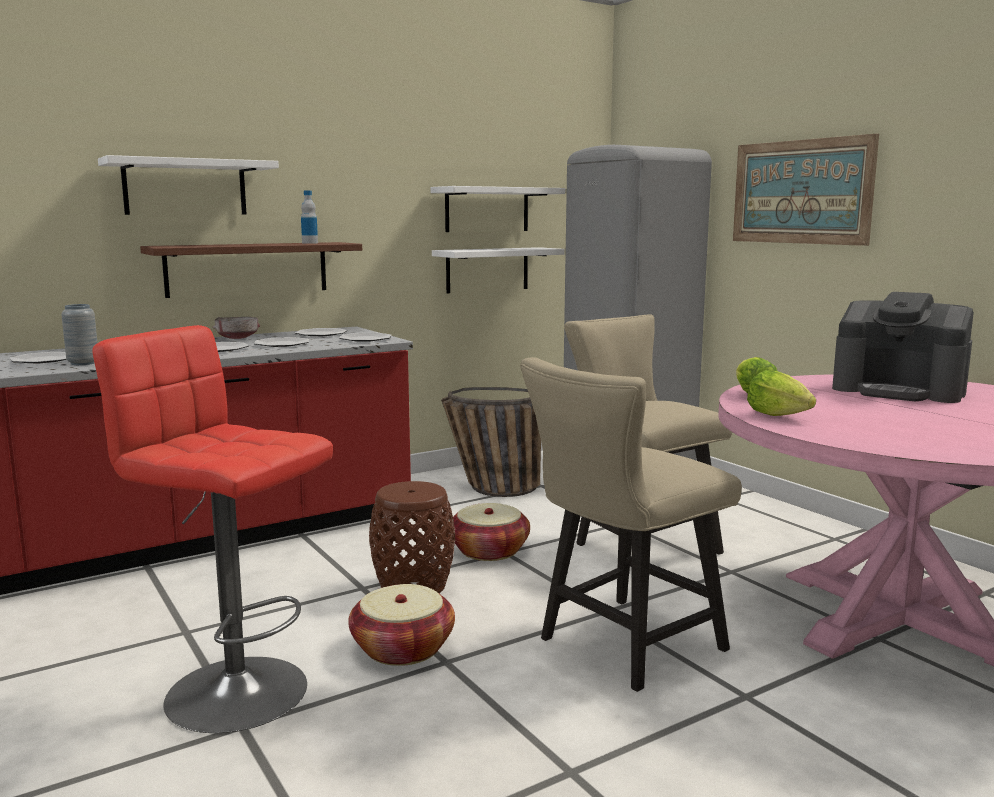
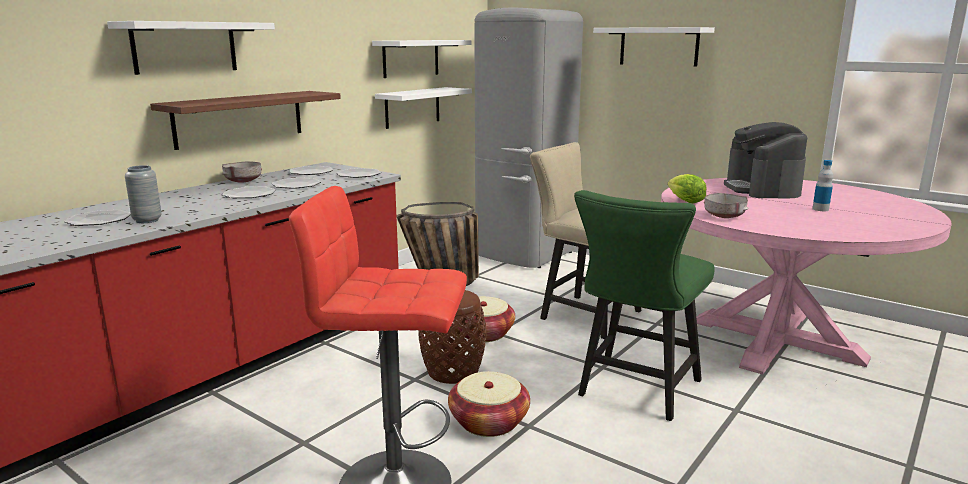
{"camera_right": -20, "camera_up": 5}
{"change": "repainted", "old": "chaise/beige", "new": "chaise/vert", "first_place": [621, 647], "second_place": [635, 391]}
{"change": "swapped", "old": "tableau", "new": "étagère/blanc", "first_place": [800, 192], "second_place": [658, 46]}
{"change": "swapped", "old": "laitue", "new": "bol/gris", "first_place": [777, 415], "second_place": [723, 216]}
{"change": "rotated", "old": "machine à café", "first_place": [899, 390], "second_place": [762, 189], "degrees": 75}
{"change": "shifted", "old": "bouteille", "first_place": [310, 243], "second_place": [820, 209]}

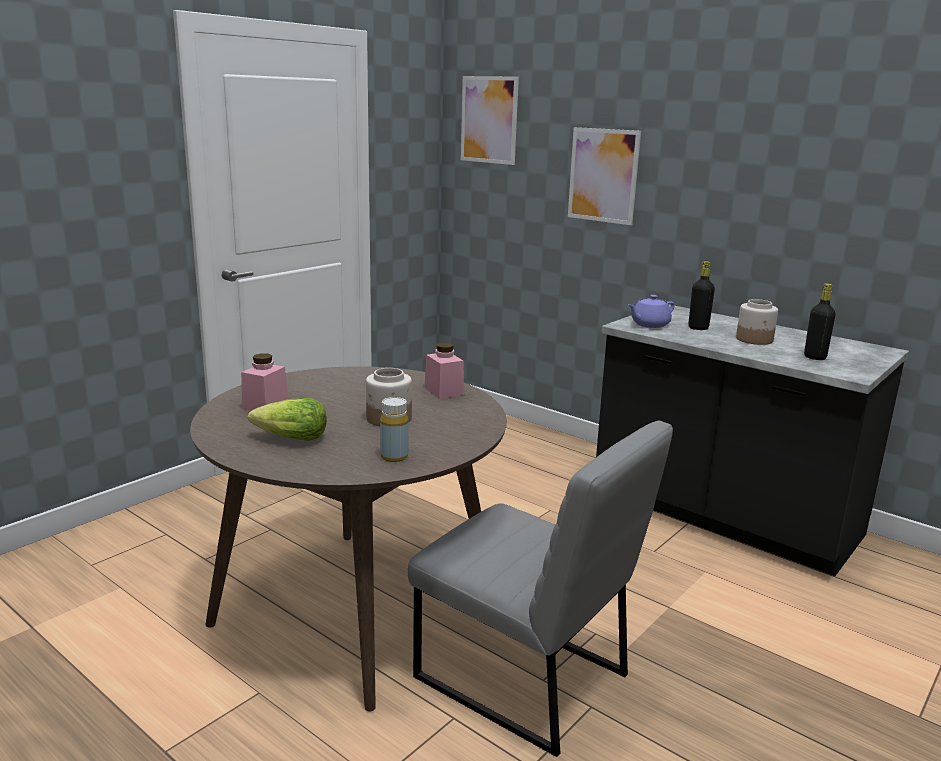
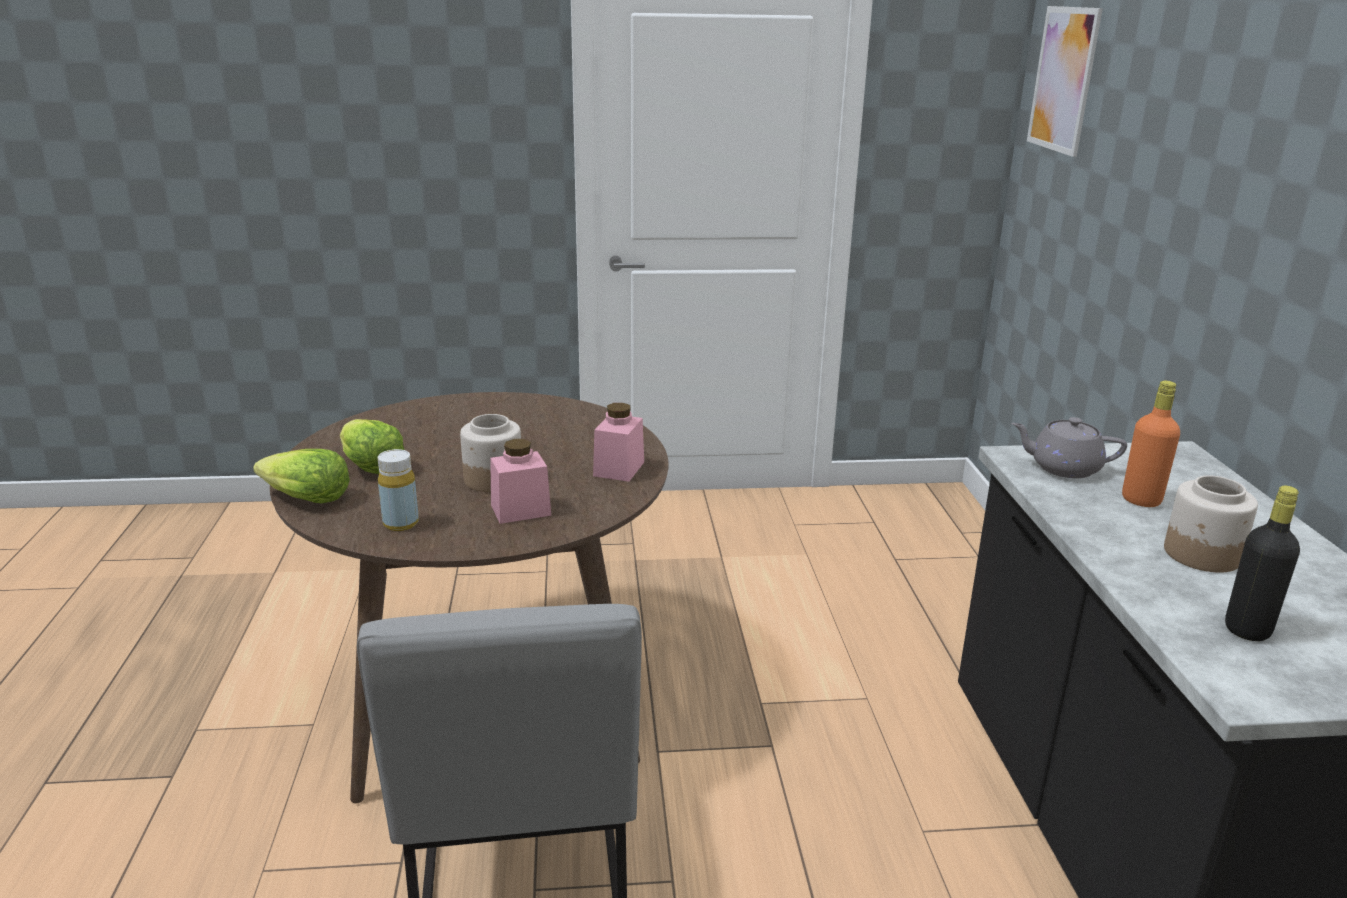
{"camera_right": 45, "camera_up": 5}
{"change": "new", "new": "laitue", "second_place": [306, 499]}
{"change": "shifted", "old": "bocal/rose", "first_place": [265, 405], "second_place": [521, 510]}
{"change": "repainted", "old": "théière/violet", "new": "théière/gris", "first_place": [649, 325], "second_place": [1063, 468]}
{"change": "repainted", "old": "bouteille/noir", "new": "bouteille/orange", "first_place": [698, 328], "second_place": [1141, 500]}
{"change": "gone", "old": "tableau", "first_place": [603, 175]}

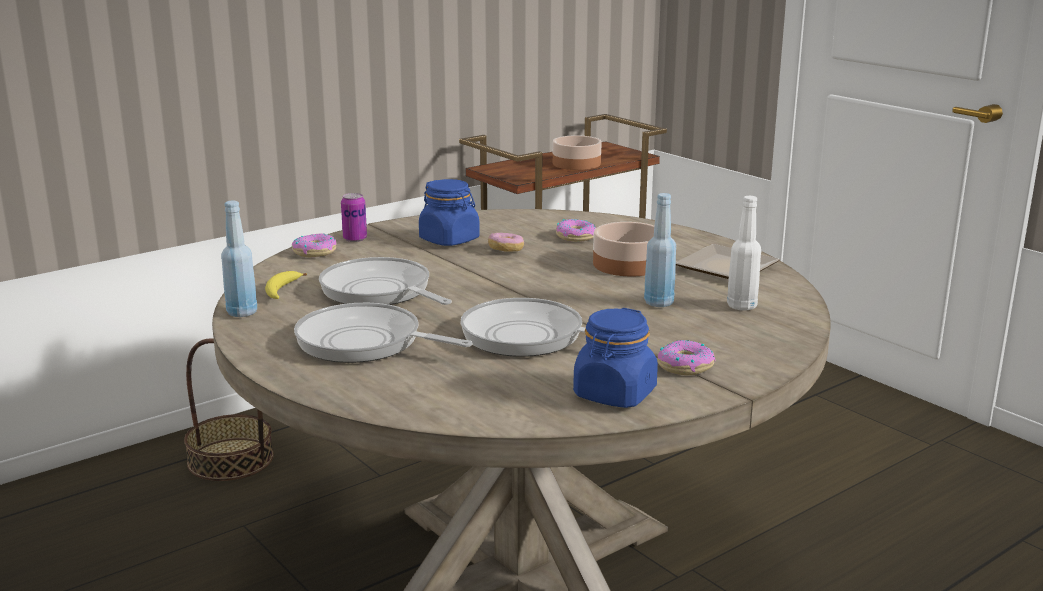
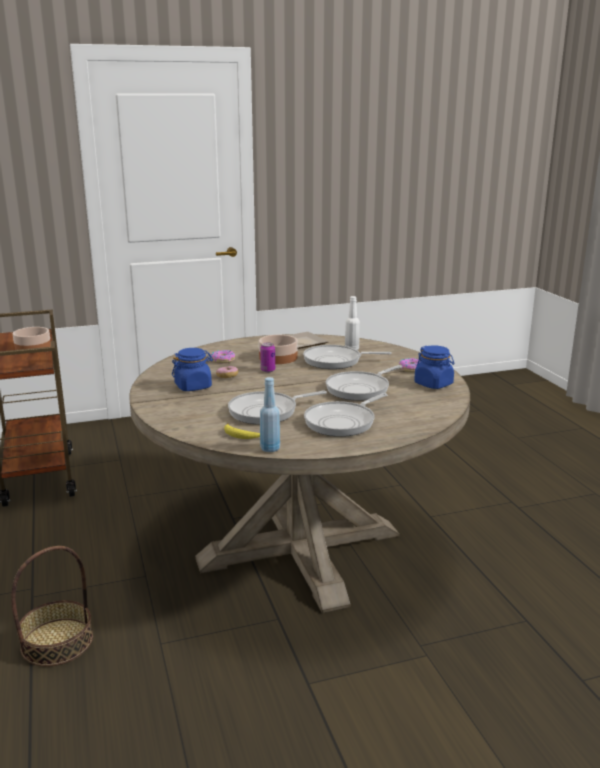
{"camera_right": -70, "camera_up": 0}
{"change": "shifted", "old": "boîte métallique", "first_place": [355, 239], "second_place": [268, 370]}
{"change": "swapped", "old": "bouteille/bleu", "new": "poêle", "first_place": [658, 303], "second_place": [336, 361]}
{"change": "gone", "old": "beignet", "first_place": [315, 252]}

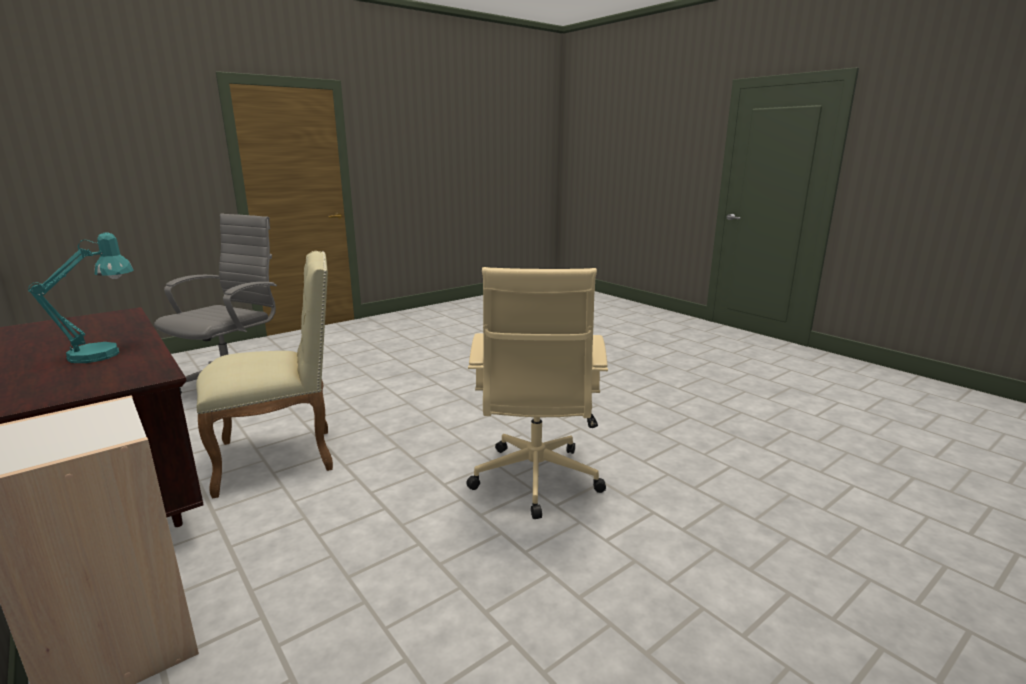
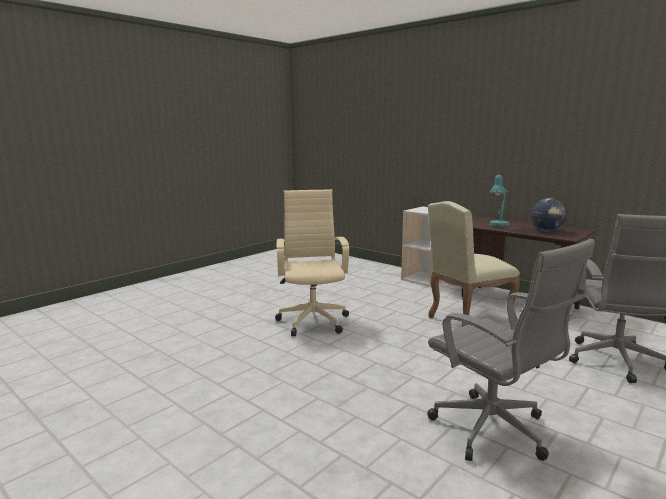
{"camera_right": 170, "camera_up": -5}
{"change": "new", "new": "chaise de bureau/gris", "second_place": [495, 432]}
{"change": "new", "new": "globe", "second_place": [546, 231]}

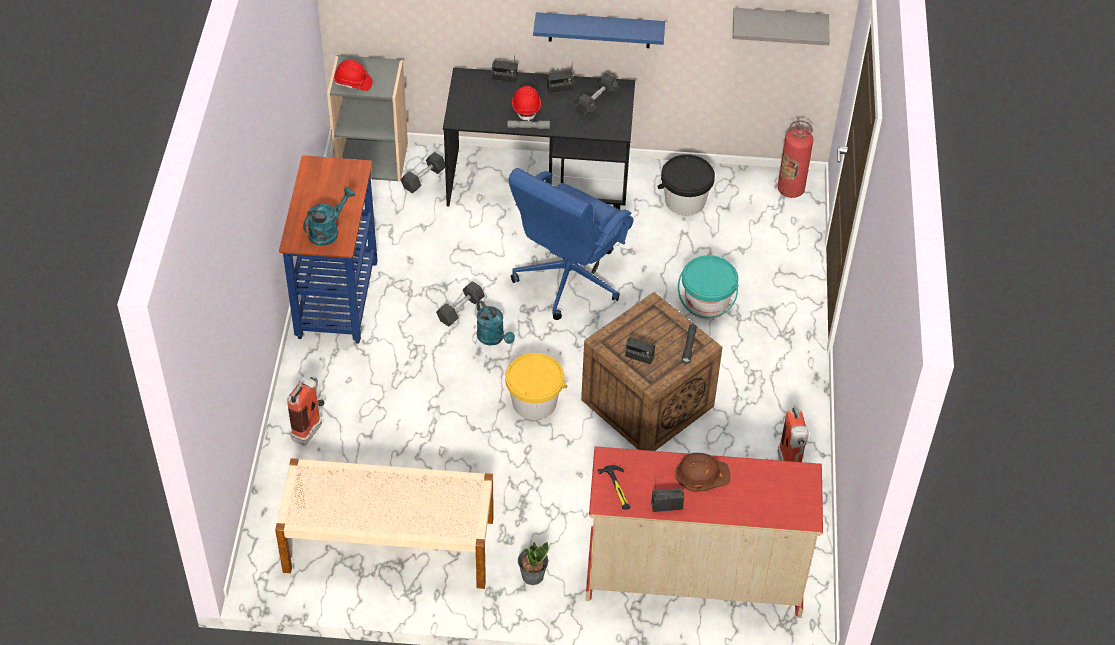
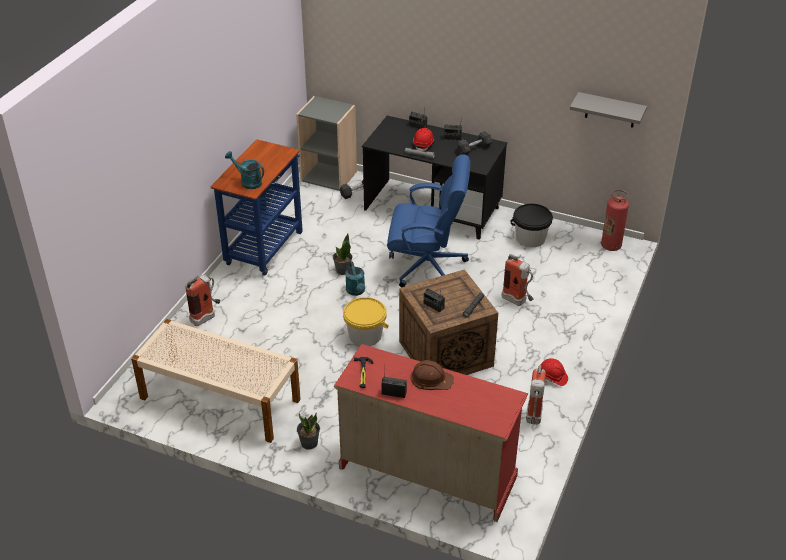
{"camera_right": 20, "camera_up": -10}
{"change": "rotated", "old": "arrosoir/turquoise", "first_place": [327, 231], "second_place": [248, 182], "degrees": -120}
{"change": "swapped", "old": "haltère/gris", "new": "plante en pot", "first_place": [460, 310], "second_place": [343, 270]}
{"change": "rotated", "old": "chaise de bureau/bleu", "first_place": [569, 277], "second_place": [427, 266], "degrees": -135}
{"change": "swapped", "old": "seau/turquoise", "new": "extincteur", "first_place": [706, 303], "second_place": [517, 302]}
{"change": "shifted", "old": "casque de chantier/rouge", "first_place": [353, 83], "second_place": [552, 377]}
{"change": "gone", "old": "étagère/bleu", "first_place": [599, 30]}

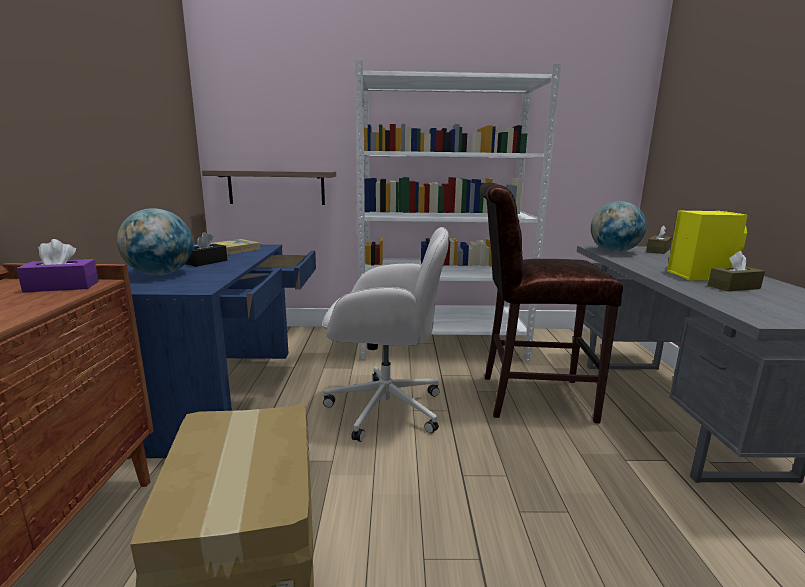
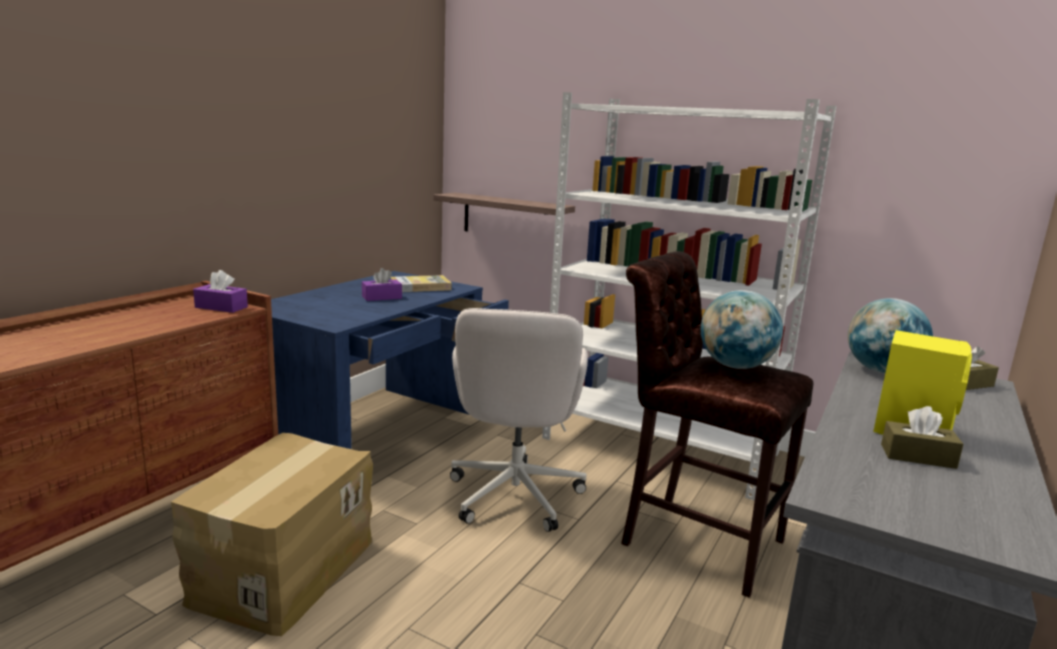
{"camera_right": 30, "camera_up": 0}
{"change": "repainted", "old": "boîte à mouchoirs/noir", "new": "boîte à mouchoirs/violet", "first_place": [206, 262], "second_place": [381, 297]}
{"change": "rotated", "old": "chaise de bureau/blanc", "first_place": [385, 409], "second_place": [514, 495], "degrees": 60}
{"change": "shifted", "old": "globe", "first_place": [160, 274], "second_place": [735, 366]}

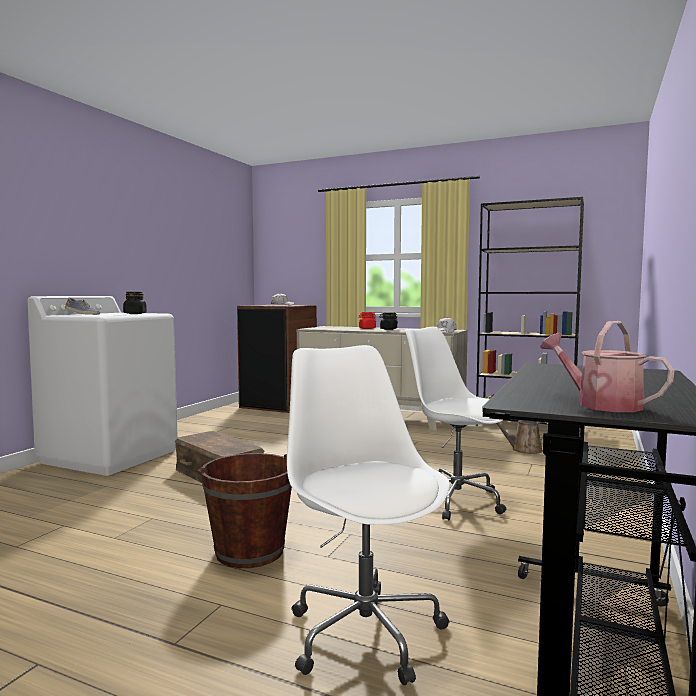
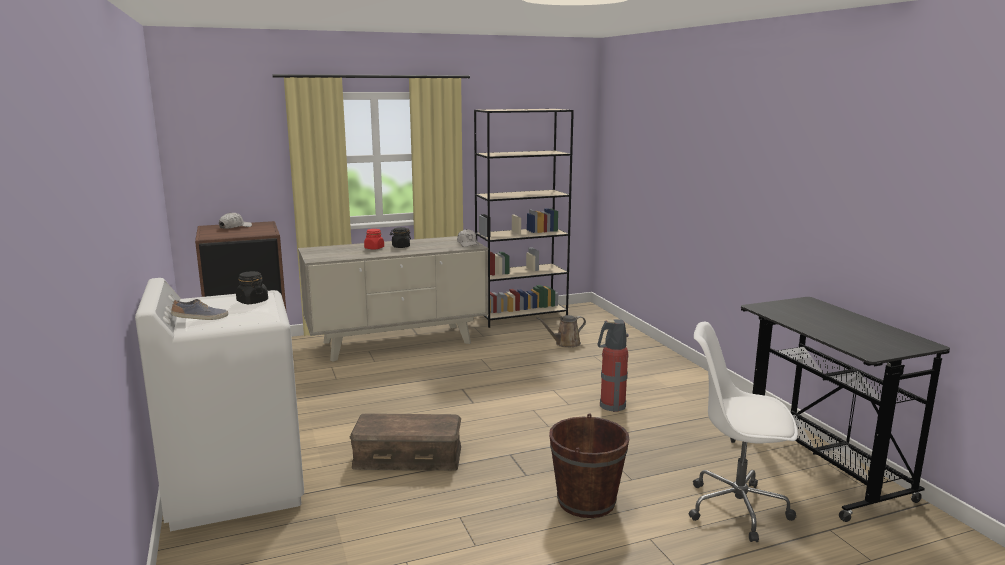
{"camera_right": -45, "camera_up": 10}
{"change": "swapped", "old": "chaise de bureau/blanc", "new": "extincteur", "first_place": [454, 501], "second_place": [611, 406]}
{"change": "gone", "old": "arrosoir", "first_place": [600, 404]}

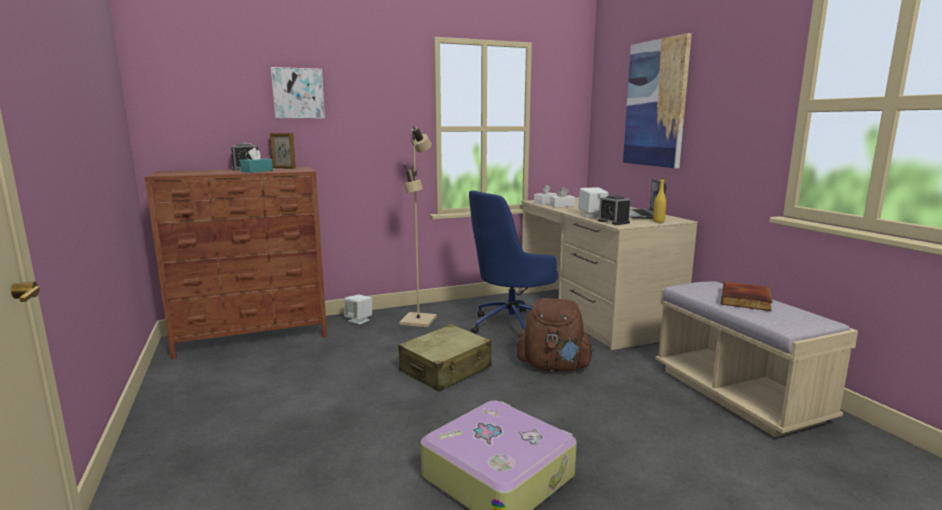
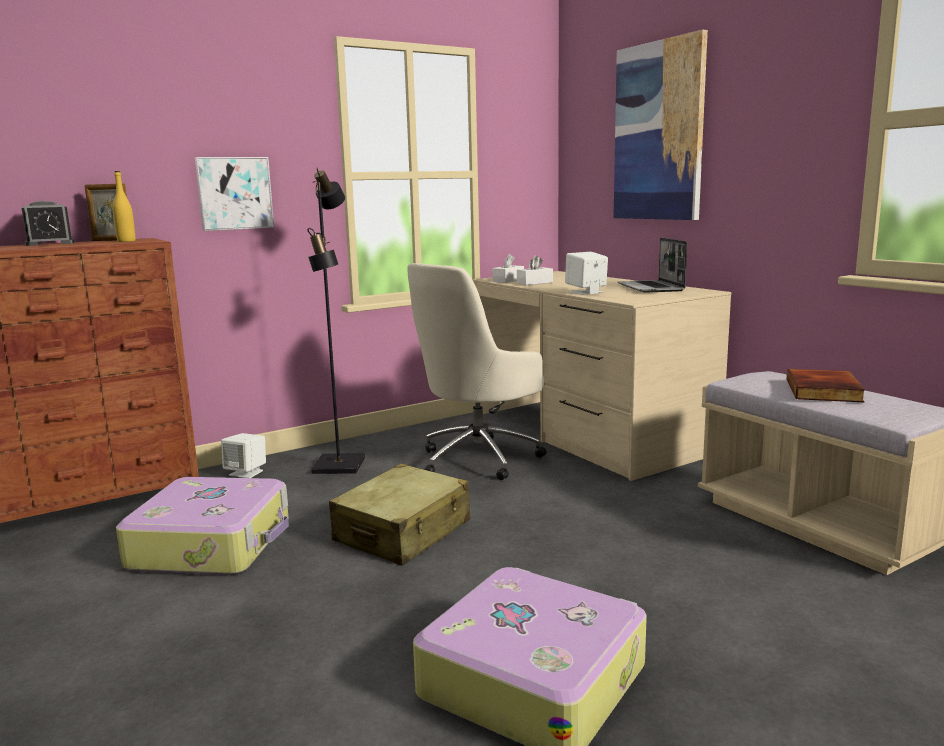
{"camera_right": -10, "camera_up": 0}
{"change": "shifted", "old": "bouteille/jaune", "first_place": [658, 221], "second_place": [126, 241]}
{"change": "new", "new": "valise", "second_place": [213, 544]}
{"change": "shifted", "old": "tableau", "first_place": [298, 93], "second_place": [234, 193]}
{"change": "repainted", "old": "lampadaire/beige", "new": "lampadaire/noir", "first_place": [418, 321], "second_place": [339, 465]}
{"change": "repainted", "old": "chaise de bureau/bleu", "new": "chaise de bureau/beige", "first_place": [510, 325], "second_place": [478, 460]}
{"change": "gone", "old": "boîte à mouchoirs/turquoise", "first_place": [257, 171]}
{"change": "gone", "old": "sac à dos/marron", "first_place": [553, 367]}
{"change": "gone", "old": "réveil", "first_place": [613, 222]}

